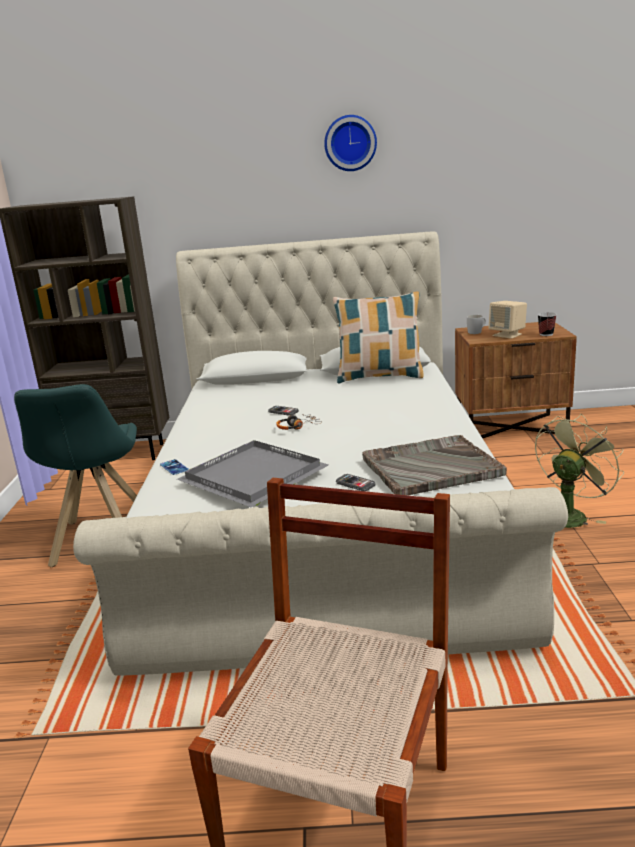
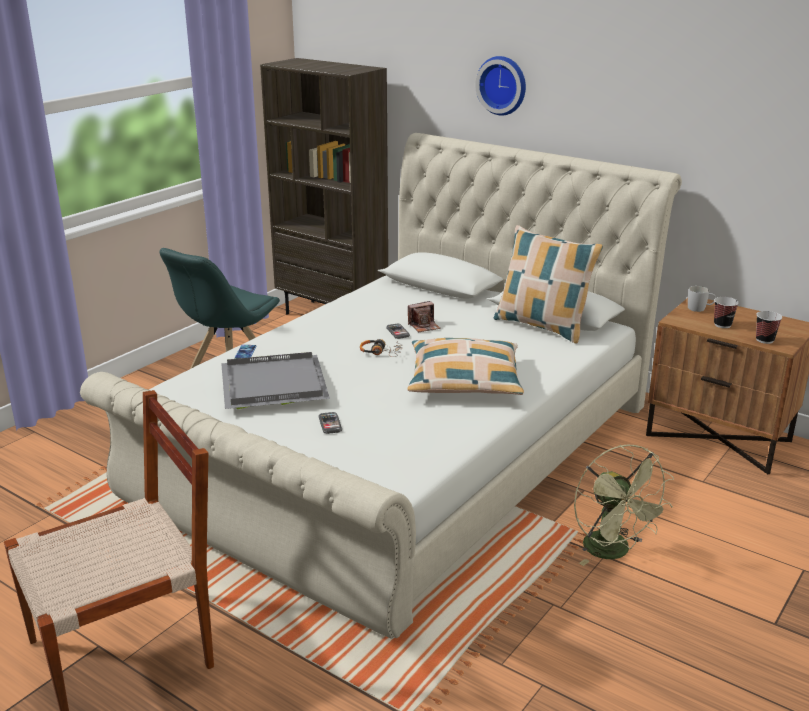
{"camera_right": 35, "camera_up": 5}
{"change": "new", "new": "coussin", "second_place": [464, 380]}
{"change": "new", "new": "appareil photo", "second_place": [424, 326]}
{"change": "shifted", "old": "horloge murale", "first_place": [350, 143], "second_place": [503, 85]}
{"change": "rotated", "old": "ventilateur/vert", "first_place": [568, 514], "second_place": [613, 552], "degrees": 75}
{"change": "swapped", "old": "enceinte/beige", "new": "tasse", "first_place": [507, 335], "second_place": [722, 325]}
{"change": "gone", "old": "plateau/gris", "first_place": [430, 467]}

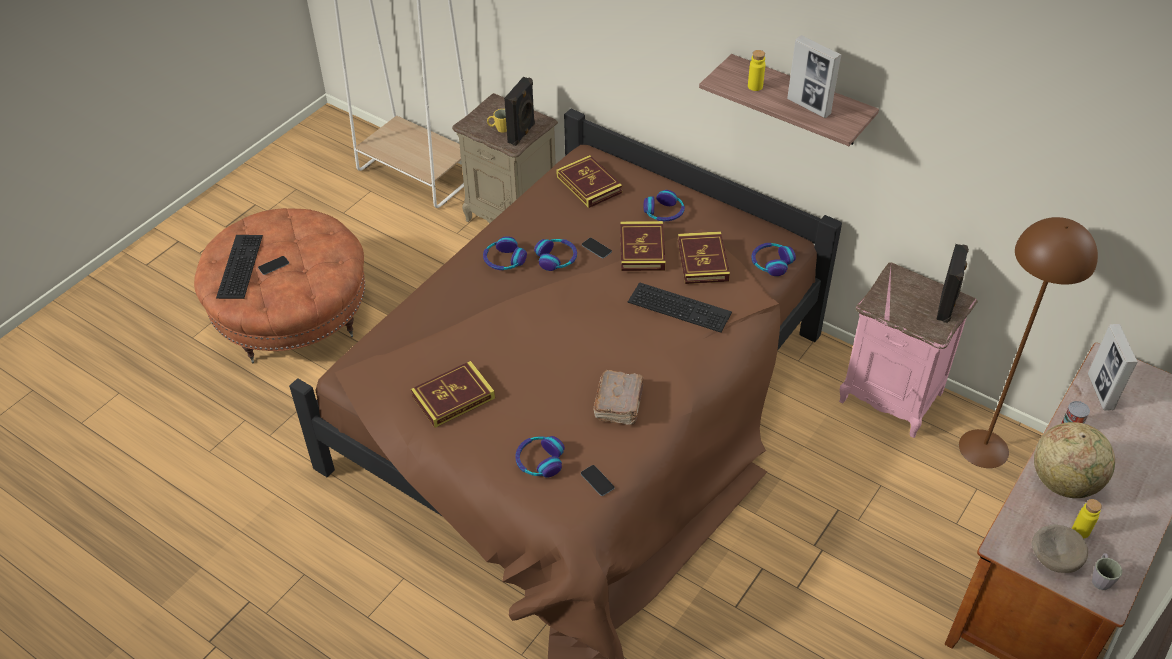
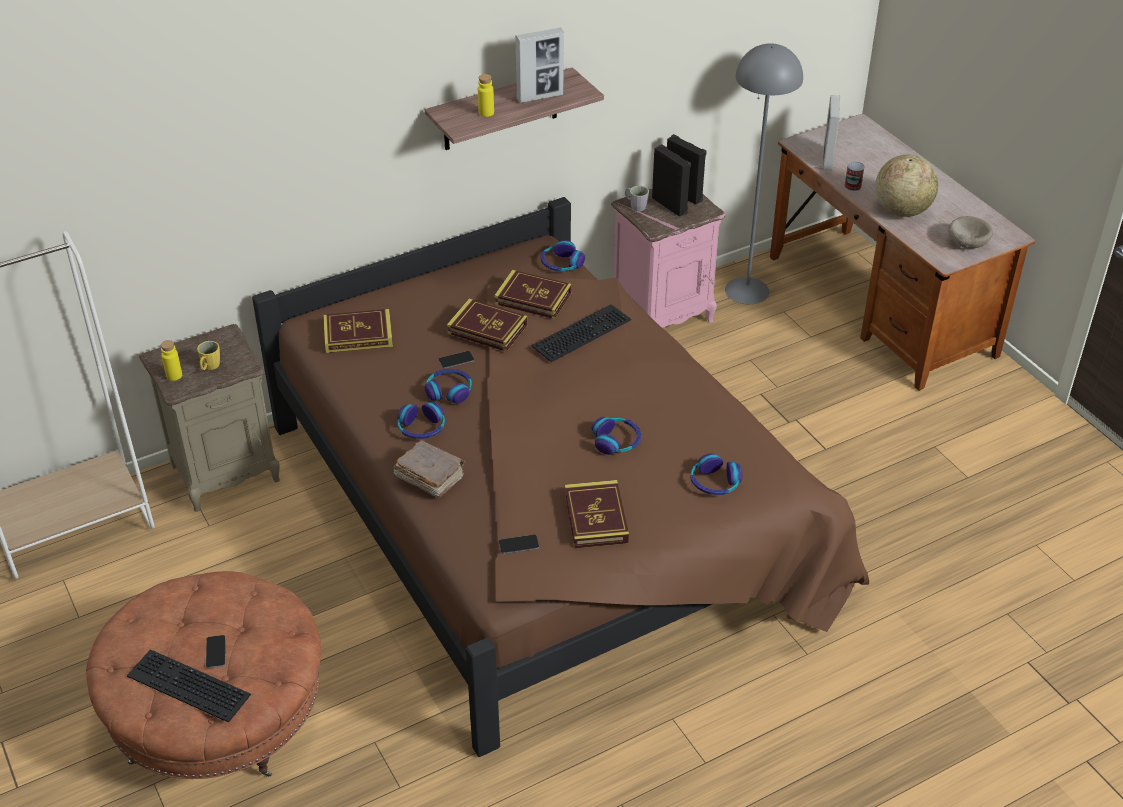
{"camera_right": -65, "camera_up": -5}
{"change": "shifted", "old": "bouteille/jaune", "first_place": [1080, 531], "second_place": [174, 375]}
{"change": "shifted", "old": "livre/marron", "first_place": [619, 404], "second_place": [429, 477]}
{"change": "shifted", "old": "téléphone", "first_place": [597, 480], "second_place": [519, 544]}
{"change": "shifted", "old": "casque audio", "first_place": [664, 213], "second_place": [616, 441]}
{"change": "shifted", "old": "mug/gris", "first_place": [1100, 578], "second_place": [635, 206]}
{"change": "shifted", "old": "enceinte/noir", "first_place": [522, 134], "second_place": [670, 205]}
{"change": "repainted", "old": "lampadaire/marron", "new": "lampadaire/gris", "first_place": [984, 448], "second_place": [747, 290]}
{"change": "rotated", "old": "cadre photo", "first_place": [1100, 392], "second_place": [827, 159], "degrees": 75}

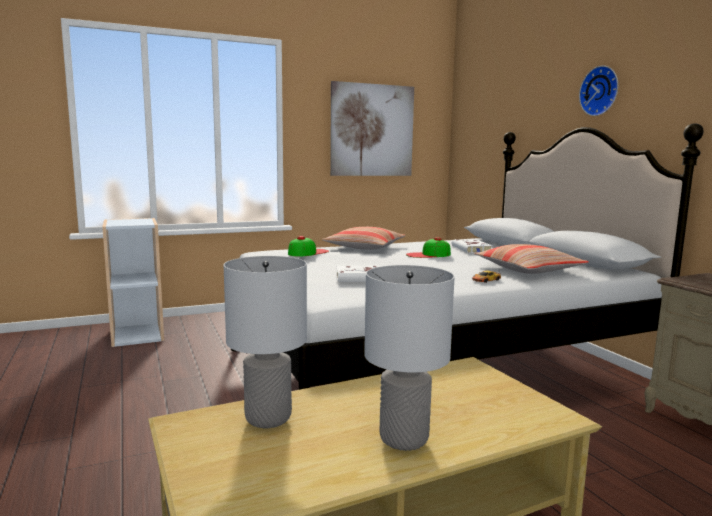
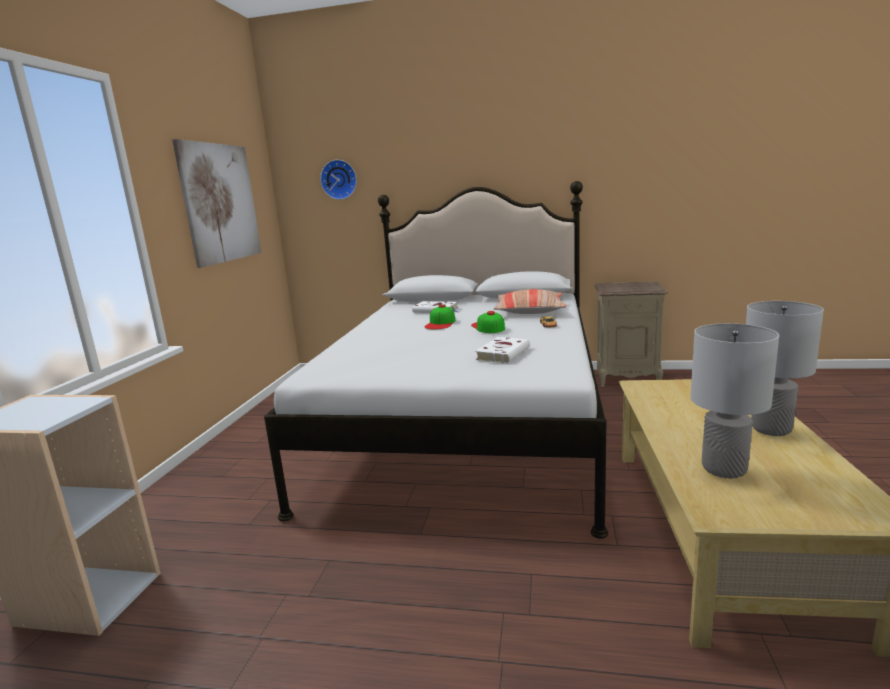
{"camera_right": -55, "camera_up": 5}
{"change": "shifted", "old": "horloge murale", "first_place": [601, 91], "second_place": [339, 179]}
{"change": "shifted", "old": "casquette", "first_place": [308, 252], "second_place": [488, 327]}
{"change": "gone", "old": "coussin", "first_place": [364, 247]}

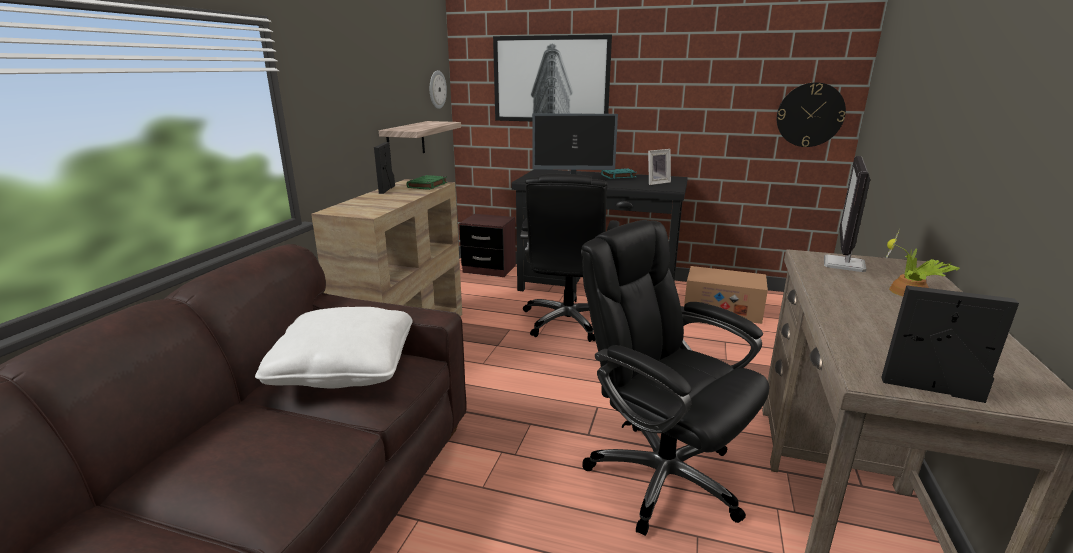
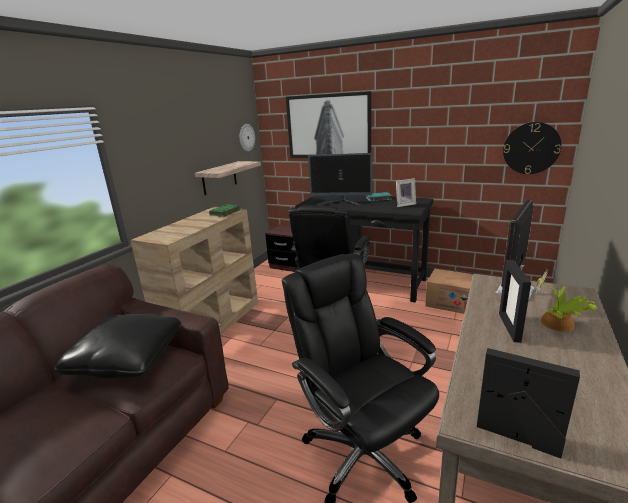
{"camera_right": 10, "camera_up": 0}
{"change": "repainted", "old": "coussin/blanc", "new": "coussin/noir", "first_place": [345, 367], "second_place": [128, 359]}
{"change": "shifted", "old": "cadre photo", "first_place": [387, 189], "second_place": [510, 327]}

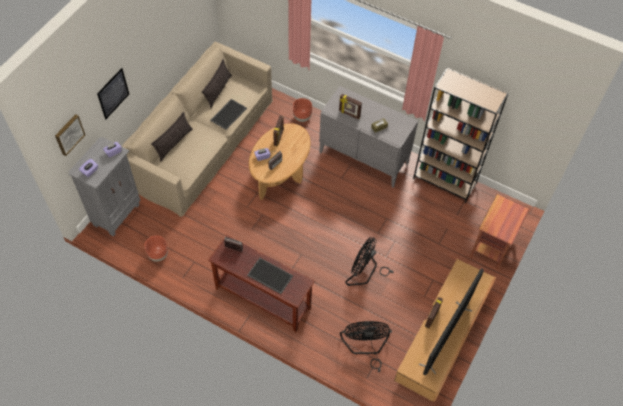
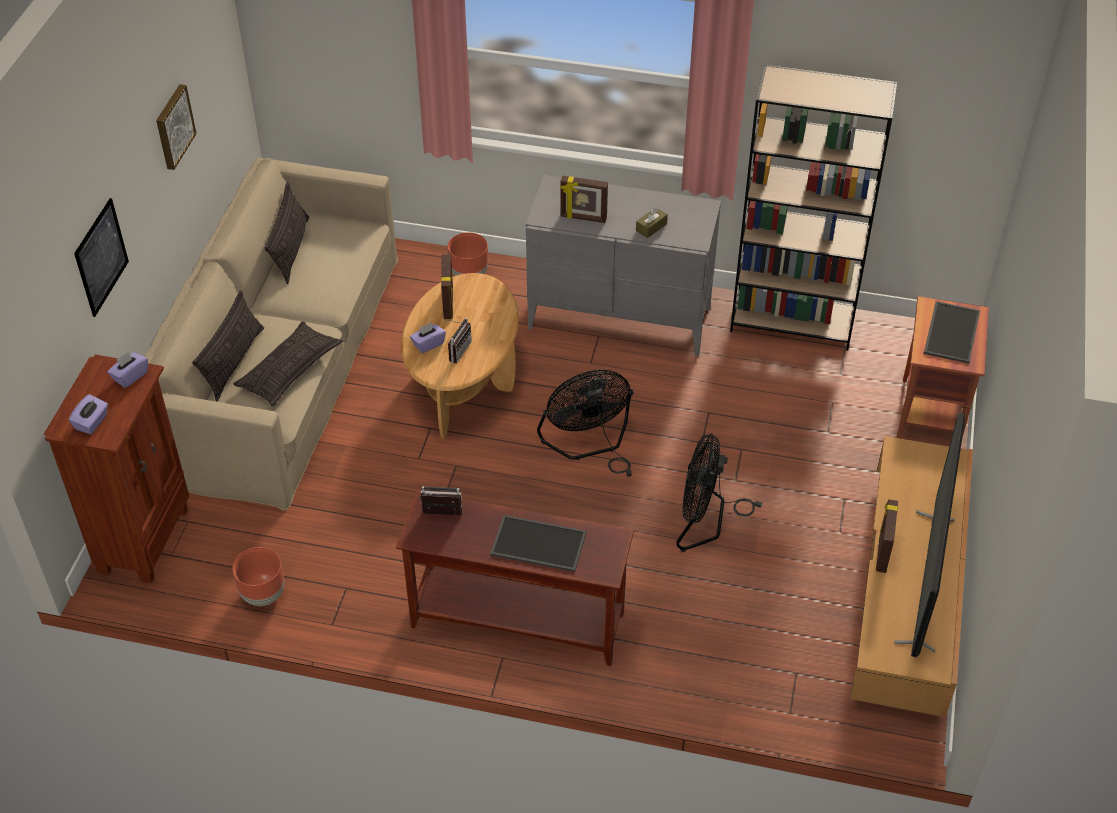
{"camera_right": -15, "camera_up": -10}
{"change": "repainted", "old": "meuble de rangement/gris", "new": "meuble de rangement/marron", "first_place": [117, 215], "second_place": [146, 541]}
{"change": "shifted", "old": "tableau", "first_place": [69, 134], "second_place": [173, 126]}
{"change": "new", "new": "coussin", "second_place": [289, 369]}
{"change": "shifted", "old": "ventilateur/noir", "first_place": [366, 347], "second_place": [593, 444]}
{"change": "shifted", "old": "plateau", "first_place": [228, 114], "second_place": [950, 331]}

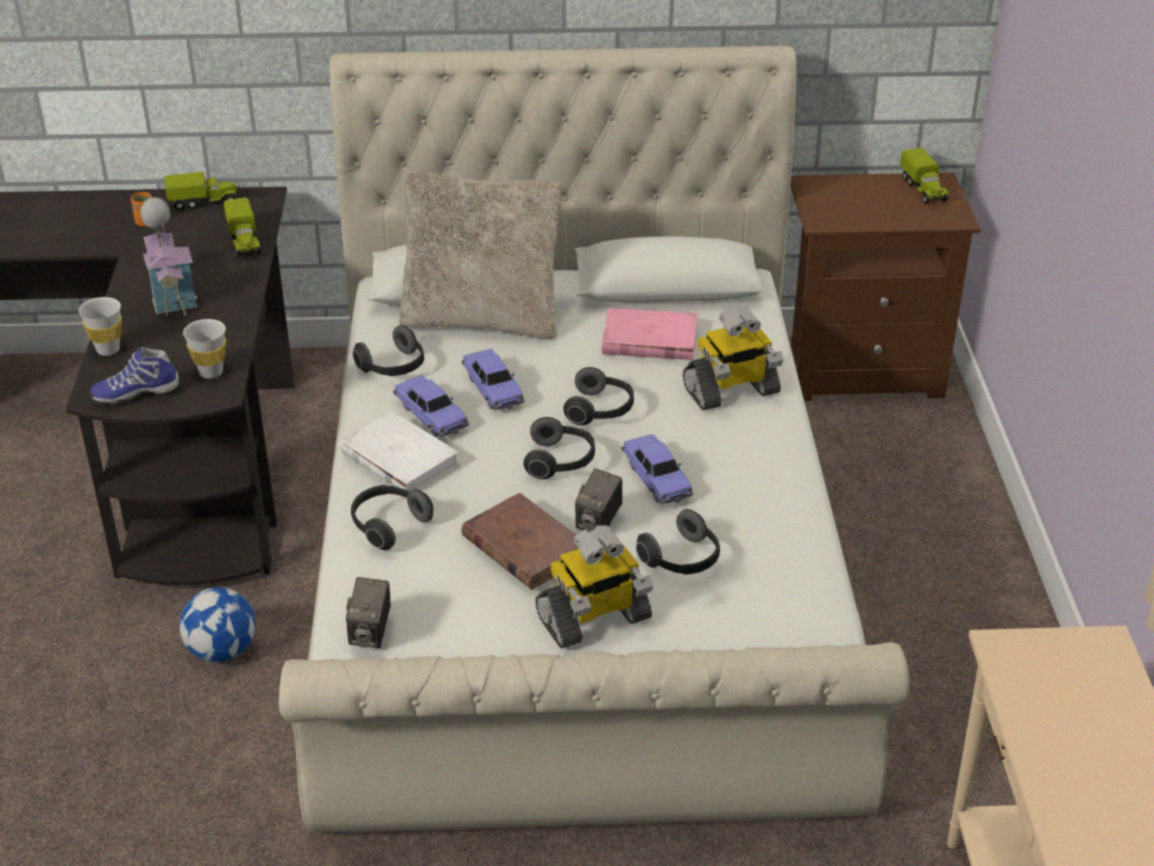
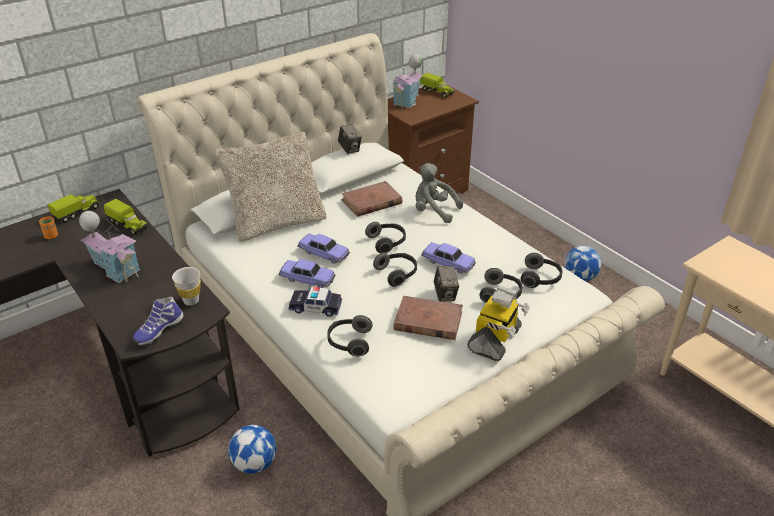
{"camera_right": -35, "camera_up": 0}
{"change": "swapped", "old": "livre/blanc", "new": "petite voiture", "first_place": [399, 459], "second_place": [315, 307]}
{"change": "shifted", "old": "appareil photo", "first_place": [370, 633], "second_place": [350, 149]}
{"change": "repainted", "old": "livre/rose", "new": "livre/marron", "first_place": [649, 340], "second_place": [371, 202]}
{"change": "new", "new": "maison miniature", "second_place": [408, 100]}
{"change": "swapped", "old": "robot jouet", "new": "peluche/gris", "first_place": [731, 391], "second_place": [433, 211]}
{"change": "shifted", "old": "casque audio", "first_place": [394, 368], "second_place": [541, 279]}
{"change": "new", "new": "ballon de foot", "second_place": [579, 277]}
{"change": "gone", "old": "tasse/blanc", "first_place": [108, 350]}

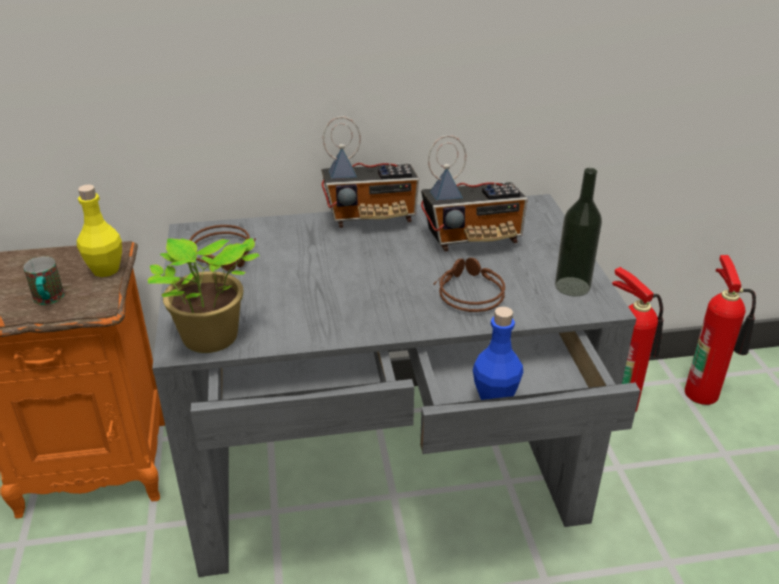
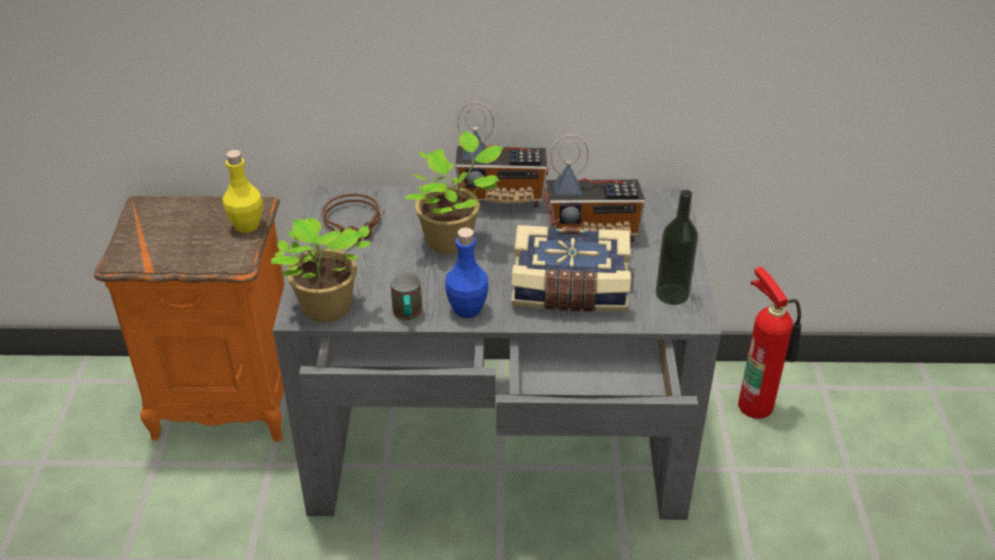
{"camera_right": 10, "camera_up": 5}
{"change": "shifted", "old": "mug", "first_place": [48, 300], "second_place": [408, 316]}
{"change": "new", "new": "plante en pot", "second_place": [452, 240]}
{"change": "shifted", "old": "bouteille/bleu", "first_place": [495, 398], "second_place": [467, 309]}
{"change": "swapped", "old": "casque audio/marron", "new": "livre", "first_place": [467, 292], "second_place": [570, 288]}
{"change": "gone", "old": "extincteur", "first_place": [704, 392]}

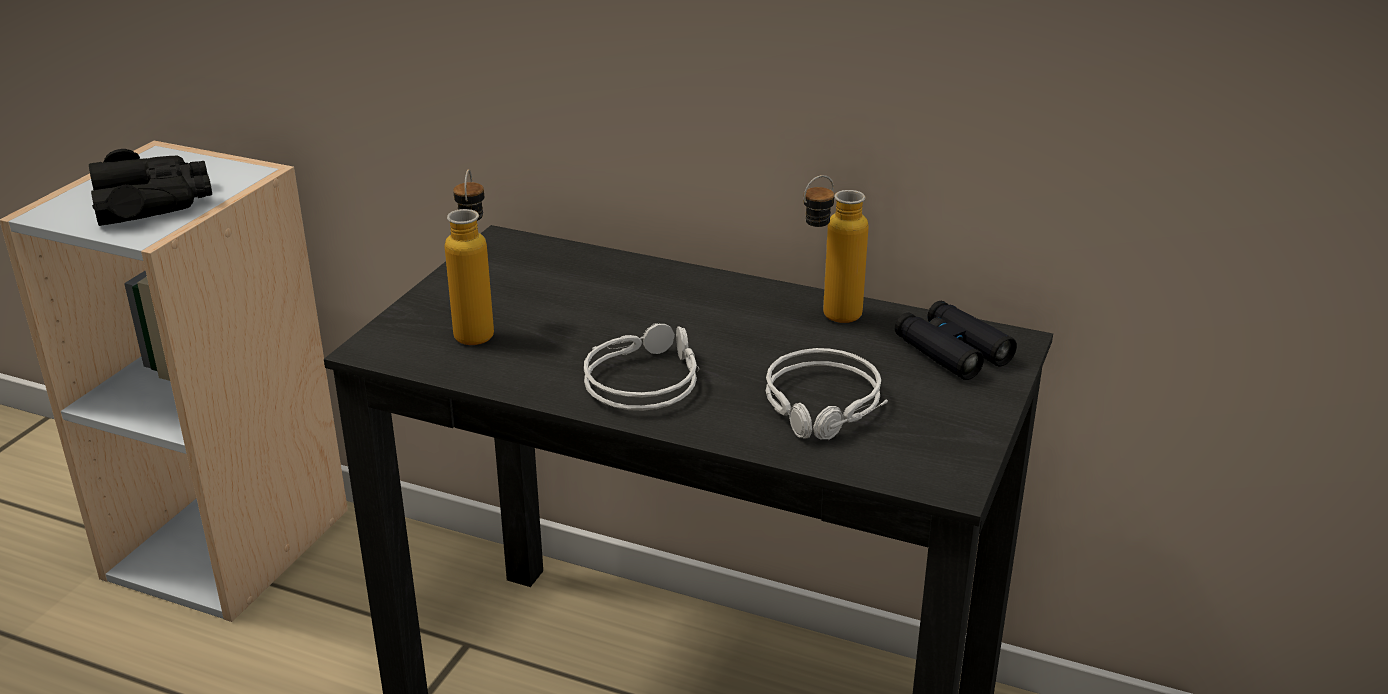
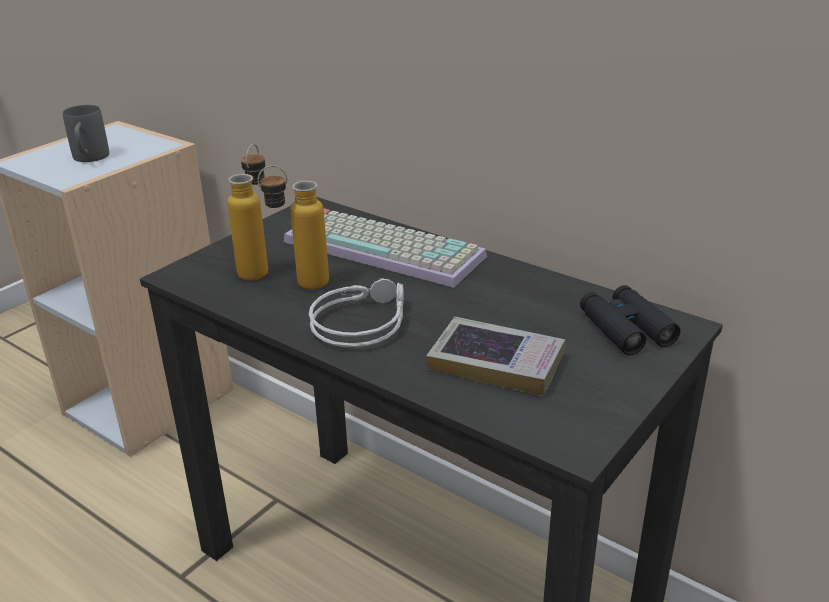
{"camera_right": 15, "camera_up": 0}
{"change": "swapped", "old": "jumelles/noir", "new": "mug/gris", "first_place": [153, 202], "second_place": [89, 159]}
{"change": "shifted", "old": "bouteille", "first_place": [828, 319], "second_place": [300, 285]}
{"change": "new", "new": "clavier", "second_place": [387, 248]}
{"change": "swapped", "old": "casque audio/gris", "new": "livre", "first_place": [825, 407], "second_place": [496, 363]}

